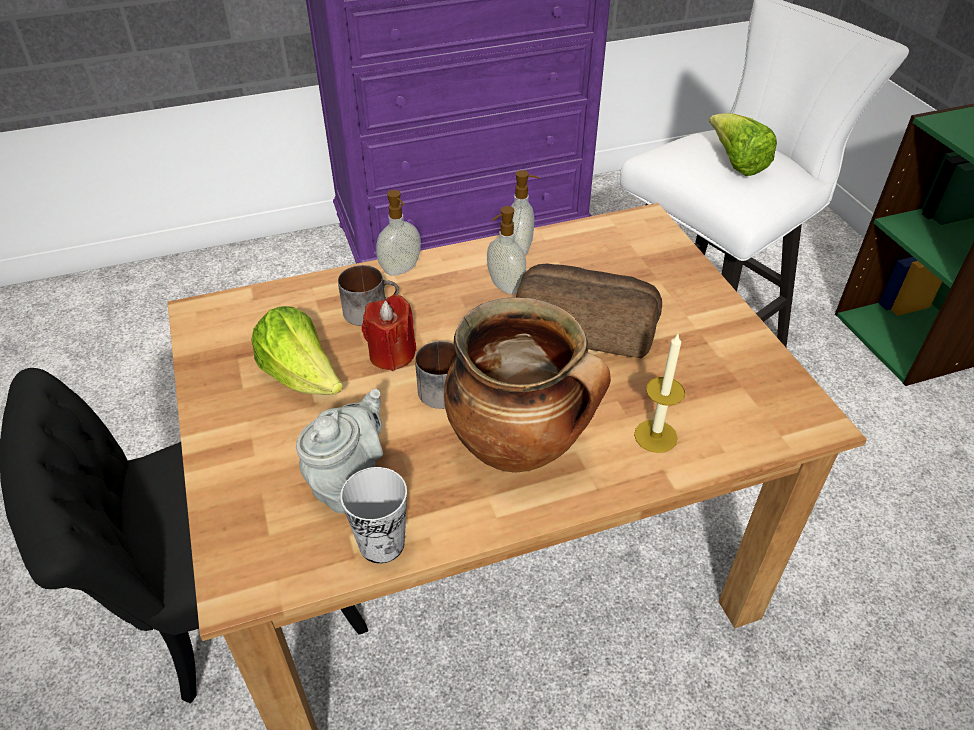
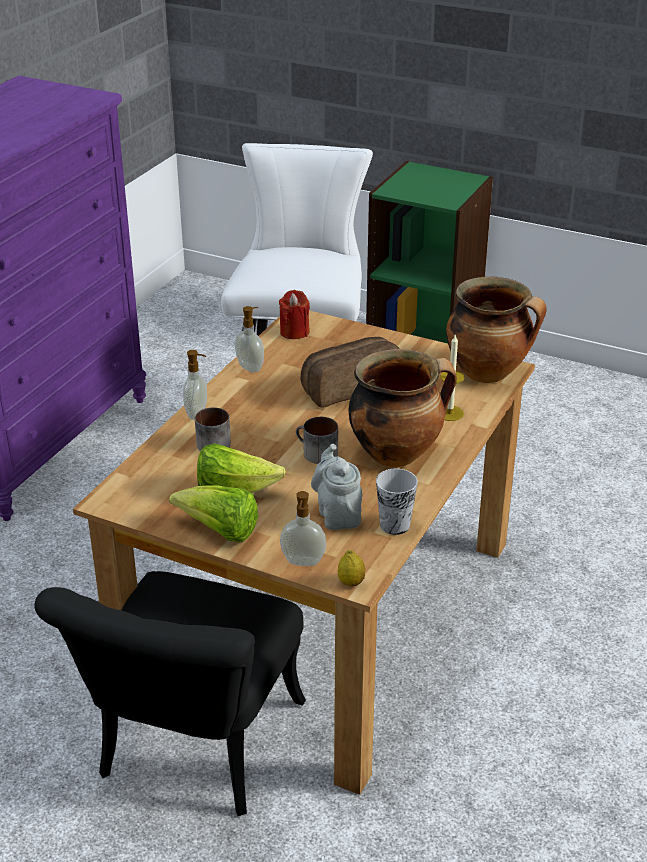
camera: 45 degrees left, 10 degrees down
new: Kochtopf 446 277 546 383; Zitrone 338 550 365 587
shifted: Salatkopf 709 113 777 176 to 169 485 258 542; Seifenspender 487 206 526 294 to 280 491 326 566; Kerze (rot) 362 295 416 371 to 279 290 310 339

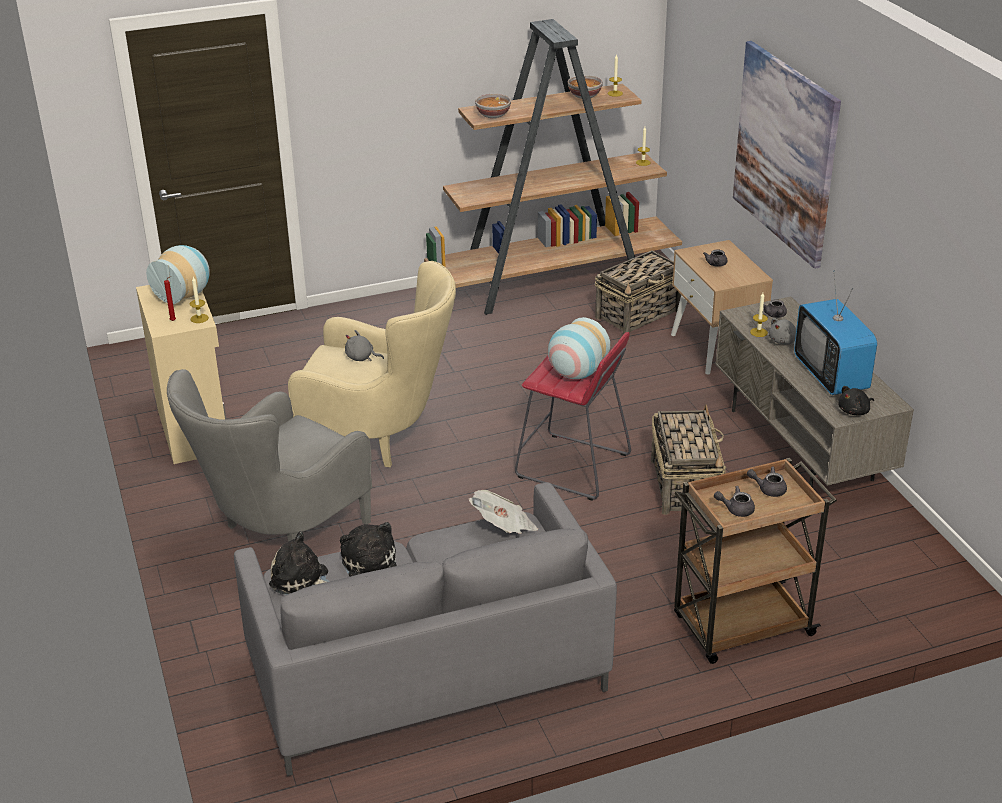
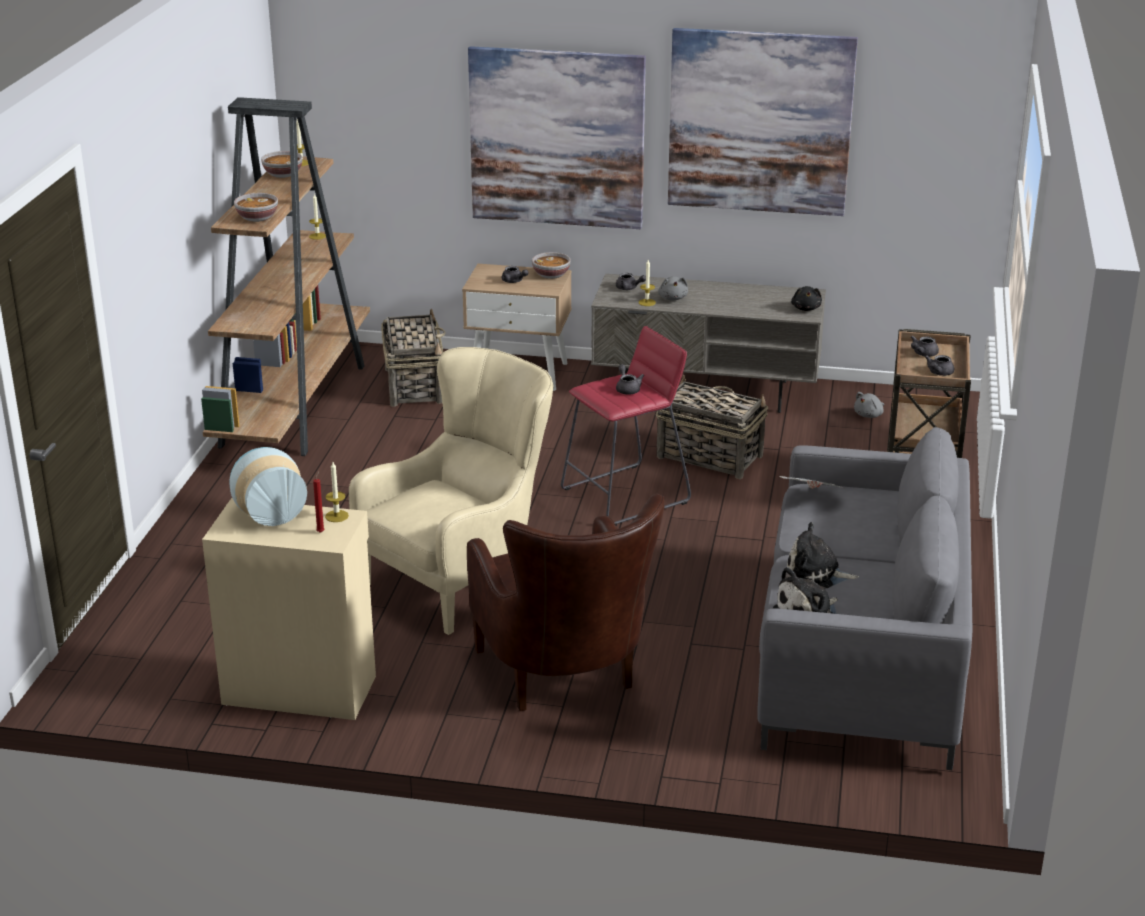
camera: 60 degrees left, 5 degrees down
gone: Fernseher 794 273 877 395
new: Bild 668 28 858 216; Schüssel 532 252 571 279
shifted: Plüschtier (grau) 345 330 384 361 to 854 392 884 418
swapped: Vase 548 317 610 379 to Teekanne (grau) 616 364 644 395
repainted: Sessel (grau) 167 369 372 541 to Sessel (braun) 467 494 665 711

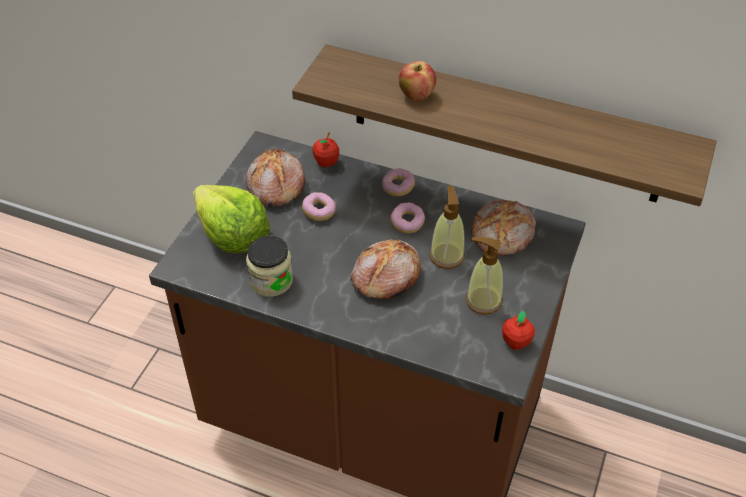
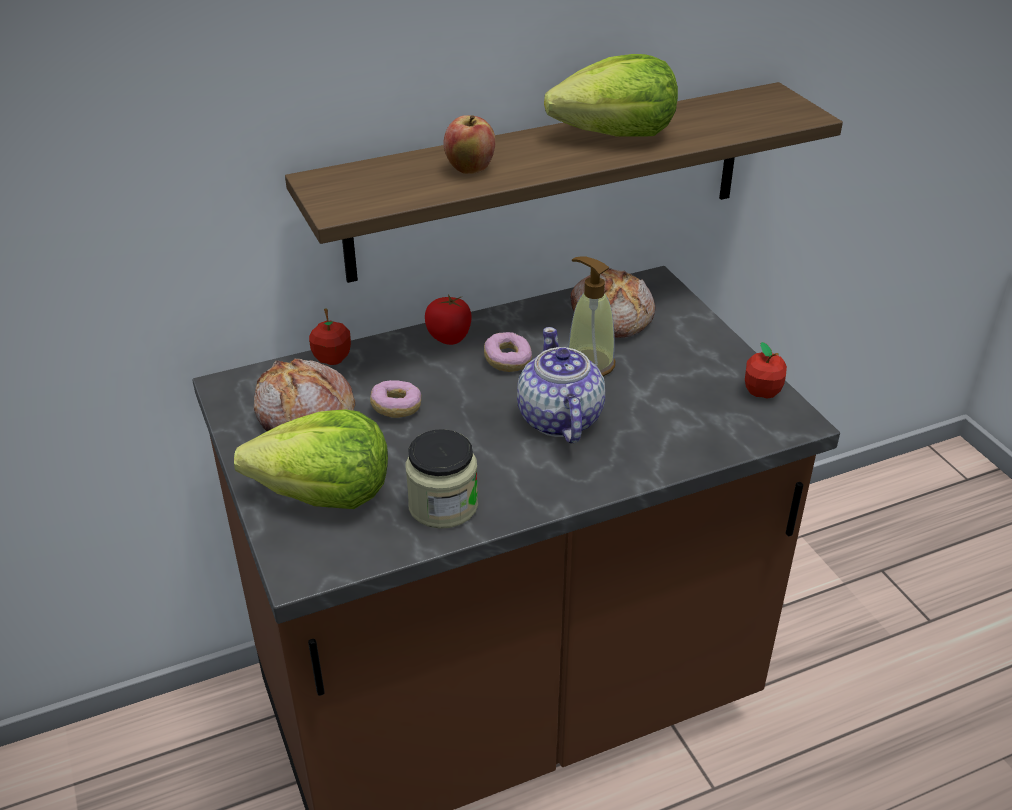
camera: 45 degrees left, 10 degrees down
gone: Seifenspender 466 237 503 315
new: Salatkopf 544 54 678 137
swapped: Donut 382 168 415 197 to Tomate 425 294 472 345; Brot 351 239 421 299 to Teekanne 517 327 605 444

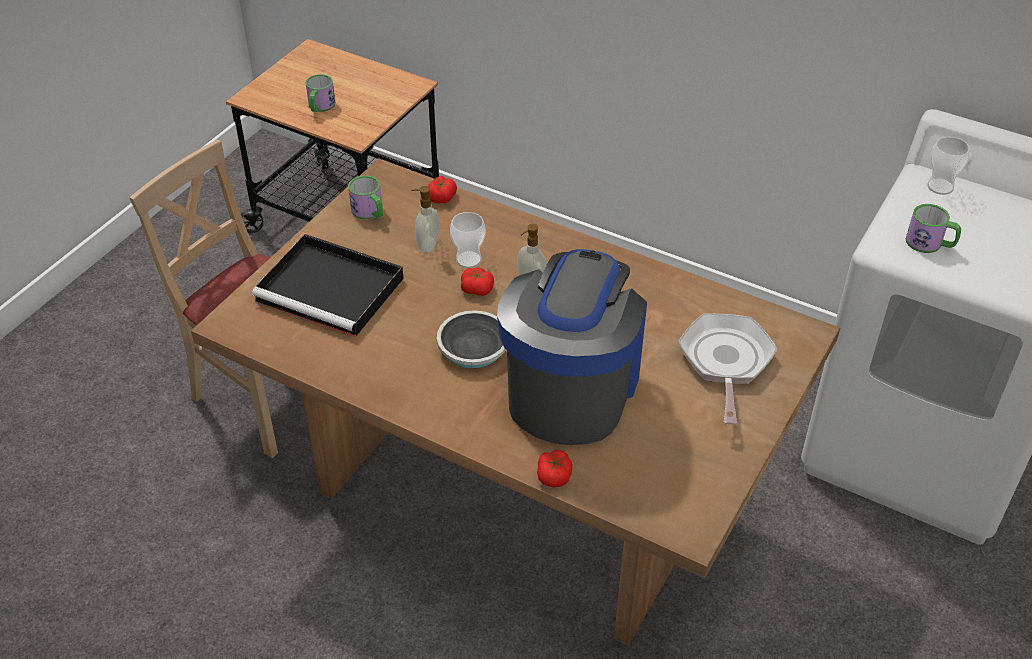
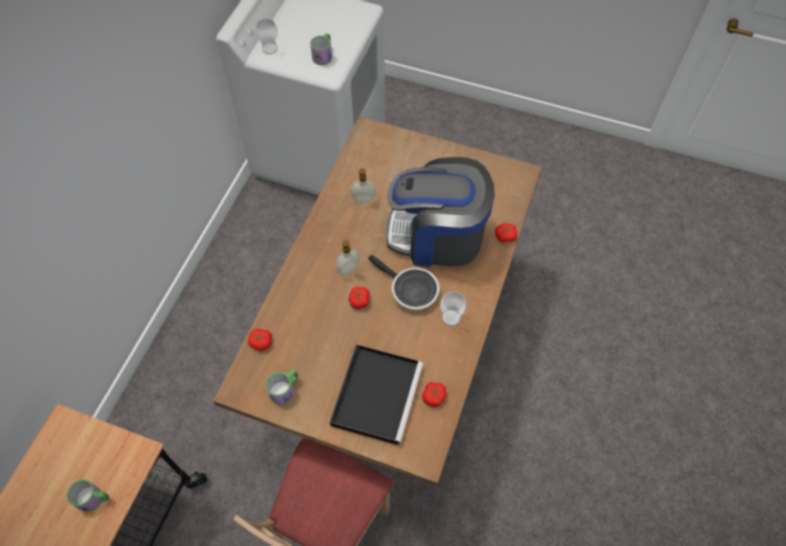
camera: 100 degrees left, 15 degrees up
gone: Pfanne 678 313 777 425
new: Tomate 422 382 446 407
shifted: Seifenspender 411 186 439 253 to 350 168 377 204; Tasse 450 212 486 268 to 440 291 466 326

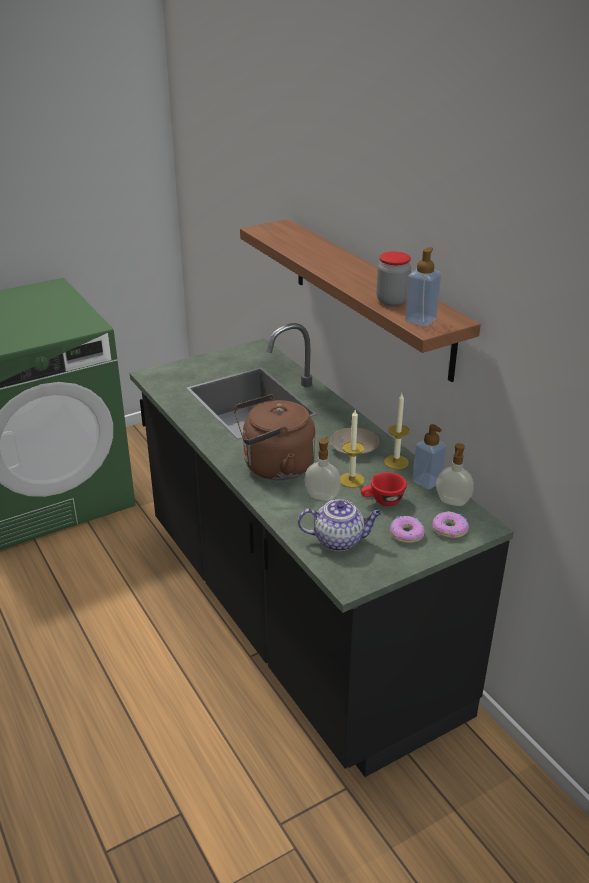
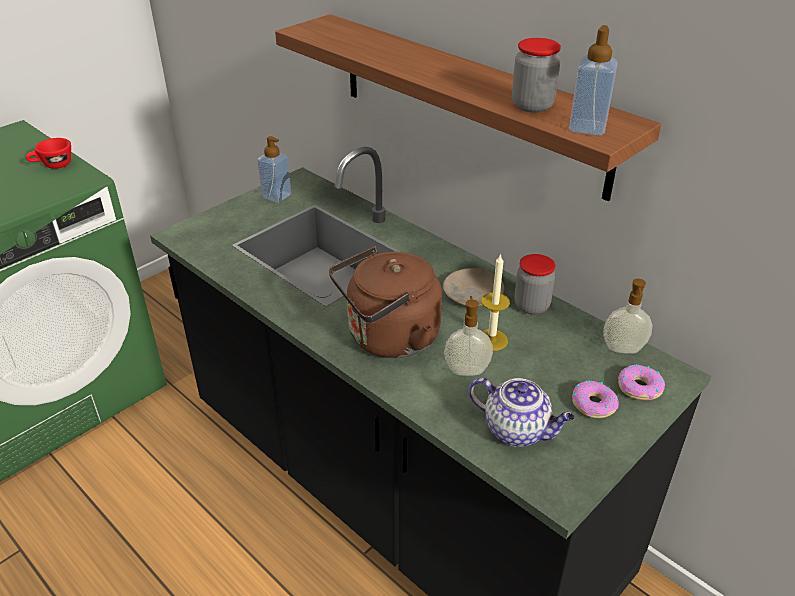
camera: 15 degrees left, 5 degrees up
shifted: Seifenspender 412 424 447 490 to 257 136 291 203; Tasse (rot) 361 472 407 506 to 26 138 71 169
swapped: Kerze 384 393 410 469 to Vorratsglas 514 254 556 315
rotated: Teekanne 298 499 382 551 = 469 377 575 447 45 degrees clockwise

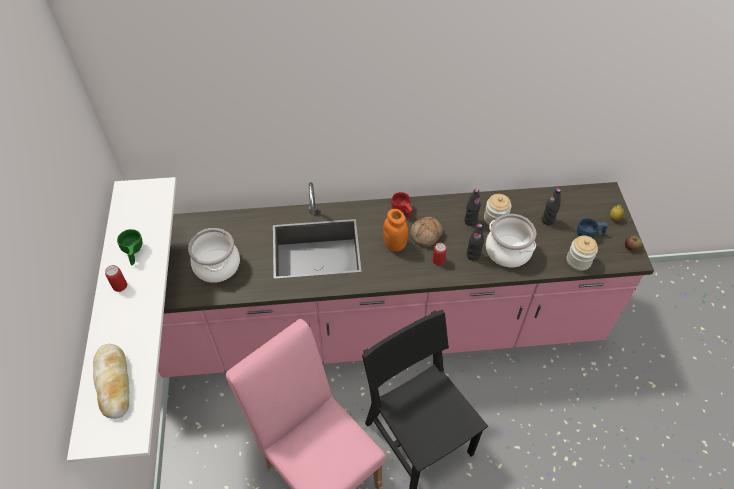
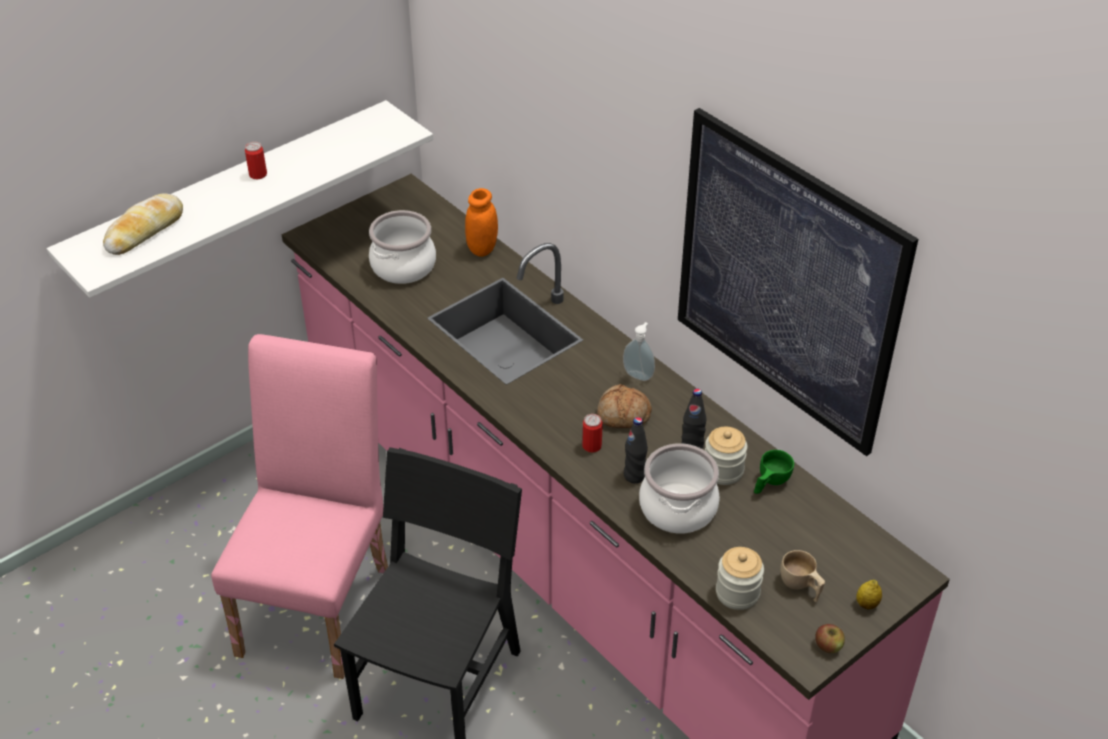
camera: 55 degrees right, 10 degrees down
gone: Flasche (schwarz) 542 188 561 225
new: Bild 678 108 918 456
shifted: Vorratsglas (orange) 383 209 408 252 to 465 188 498 257; Tasse (grün) 117 229 142 266 to 754 450 794 494
swapped: Tasse (rot) 391 192 412 220 to Seifenspender 623 322 655 381
repainted: Tasse (blau) 577 218 608 238 to Tasse (beige) 780 550 825 602

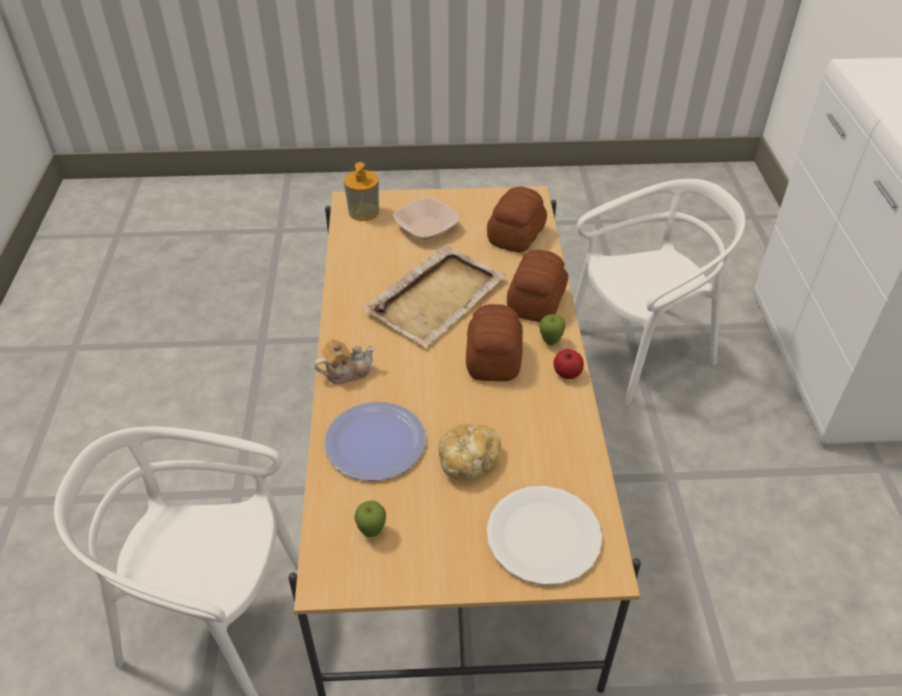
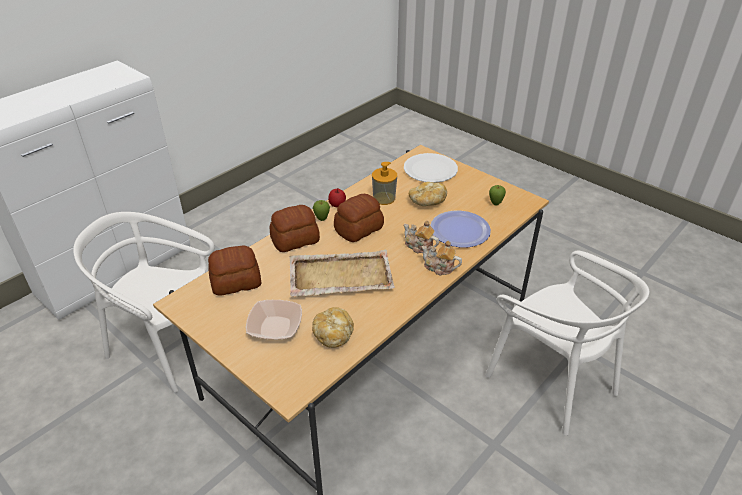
camera: 135 degrees left, 5 degrees down
new: Teekanne 404 221 439 253; Brot 312 307 354 348
shifted: Seifenspender 344 162 379 221 to 372 162 397 205

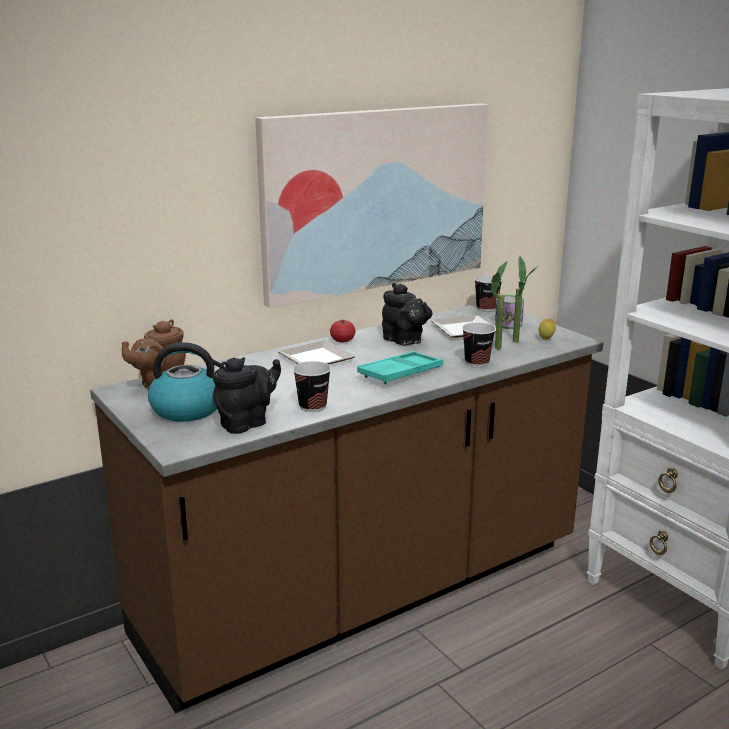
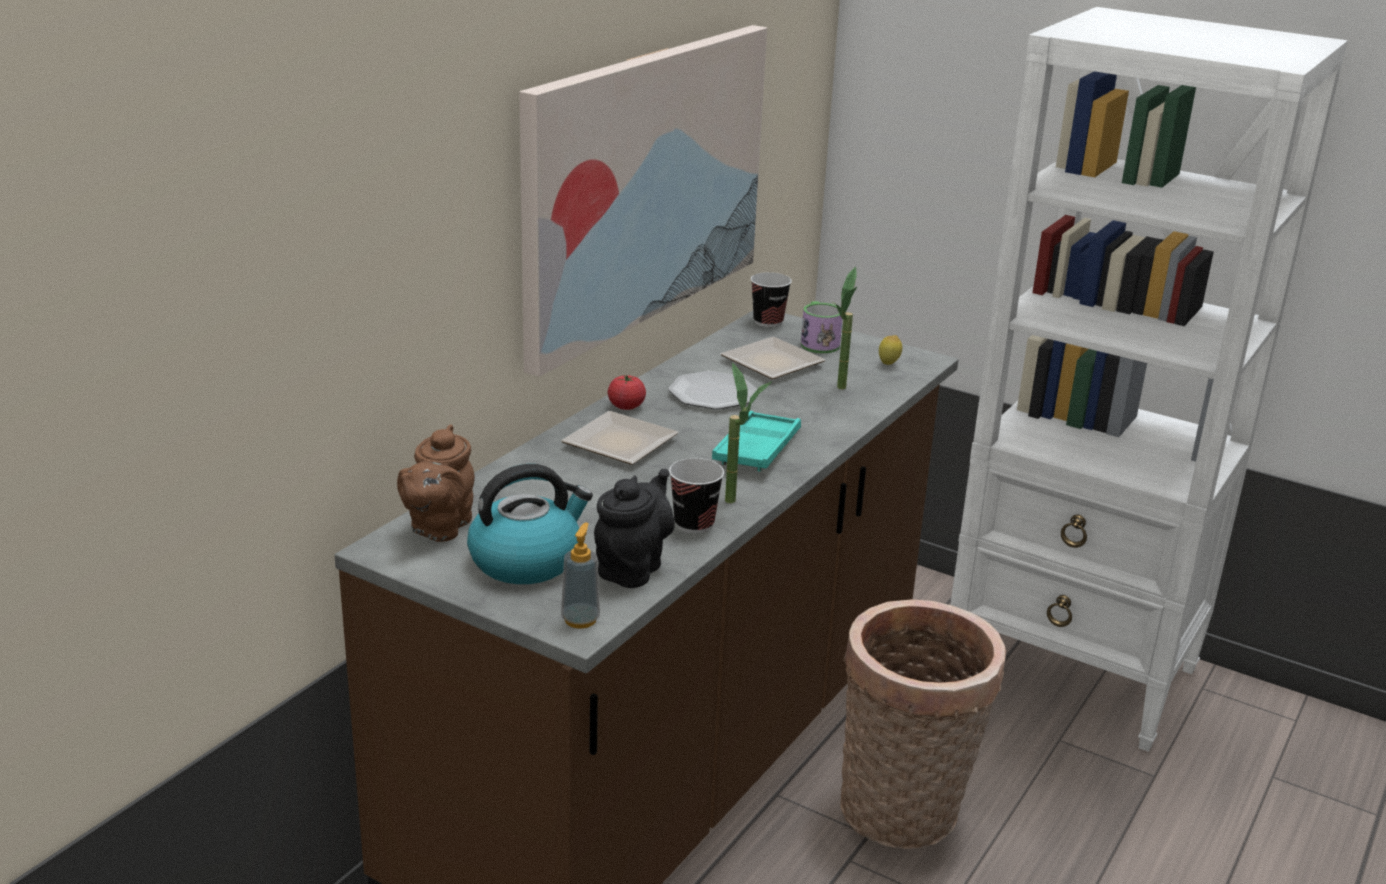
camera: 25 degrees left, 5 degrees up
gone: Tasse 462 323 496 367
new: Seifenspender 561 523 600 629; Korb 840 599 1006 849
shifted: Topfpflanze 513 256 537 343 to 725 363 772 503
swapped: Teekanne (schwarz) 382 283 432 345 to Teller 668 371 757 410

